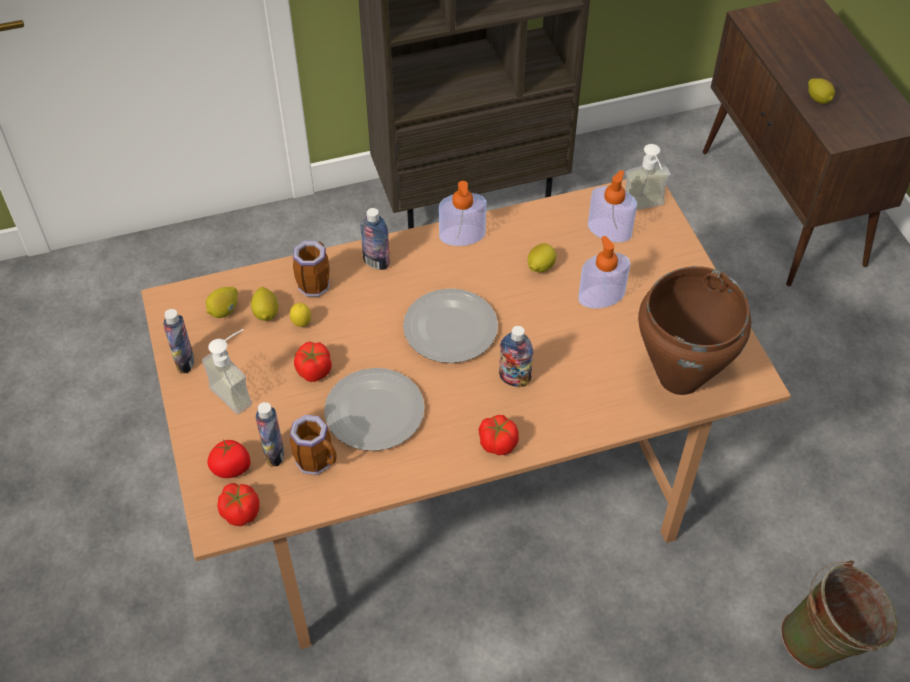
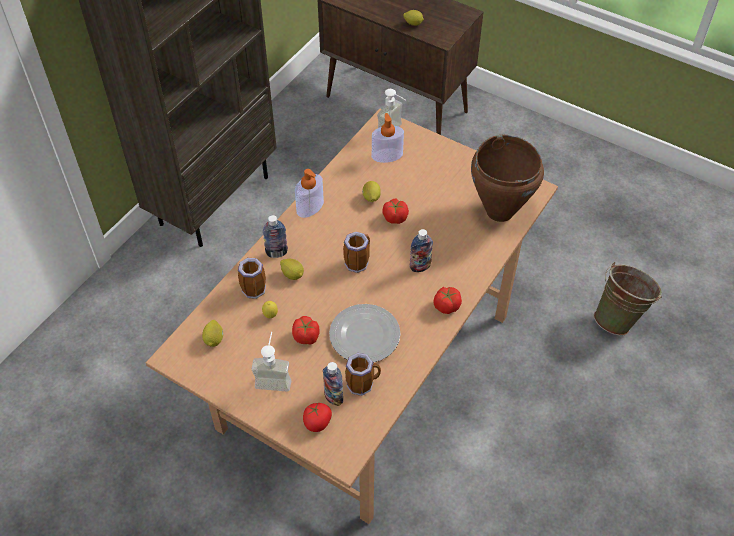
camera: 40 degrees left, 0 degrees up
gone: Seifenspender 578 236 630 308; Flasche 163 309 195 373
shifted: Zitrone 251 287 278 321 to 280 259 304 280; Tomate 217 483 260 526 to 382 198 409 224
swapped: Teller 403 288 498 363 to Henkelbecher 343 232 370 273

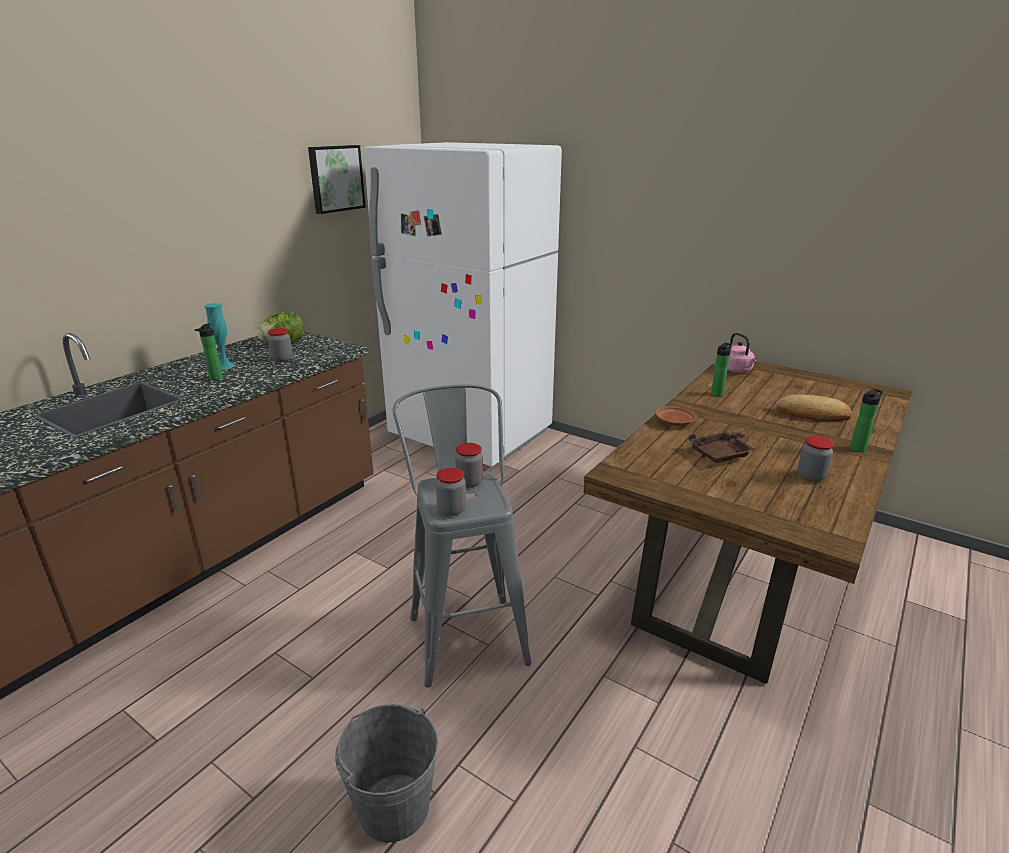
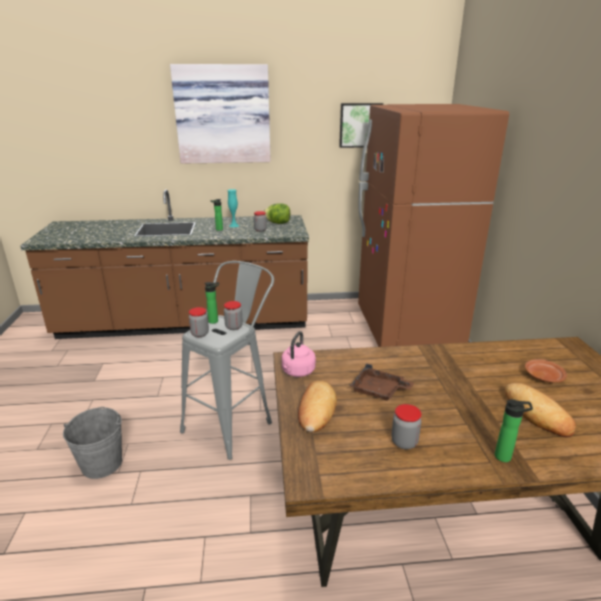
camera: 50 degrees right, 0 degrees up
new: Bild 170 64 271 164; Brot 298 381 337 432
shifted: Wasserkessel (rosa) 727 333 757 373 to 282 331 316 377; Flasche 711 343 732 397 to 204 282 219 324; Teller (braun) 655 406 697 426 to 525 359 567 383
repainted: Kühlschrank (weiß) 364 142 562 467 to Kühlschrank (braun) 358 104 509 347

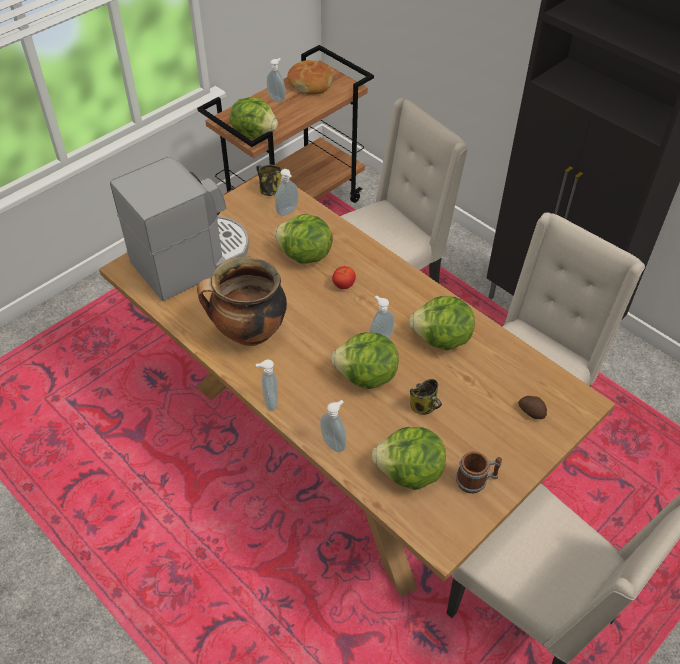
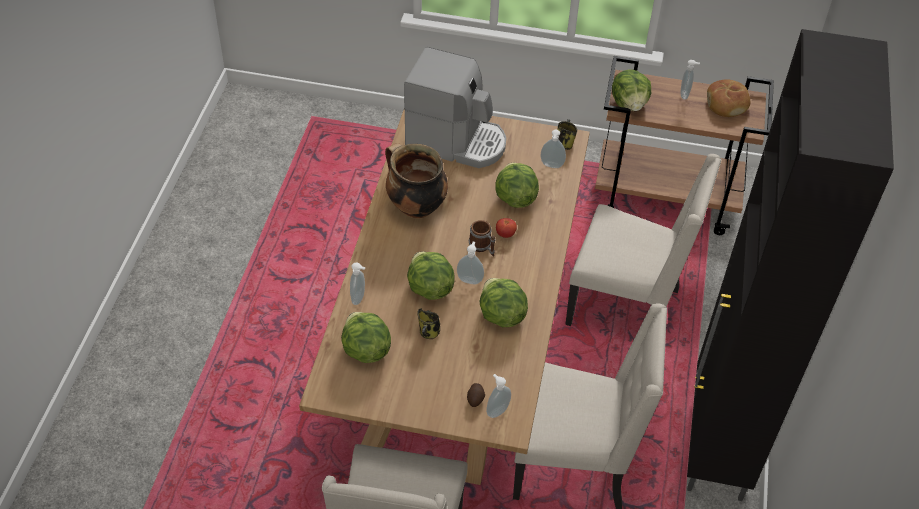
camera: 55 degrees right, 0 degrees up
shifted: Seifenspender 256 359 278 411 to 486 374 511 418; Henkelbecher 456 452 502 493 to 469 220 496 256

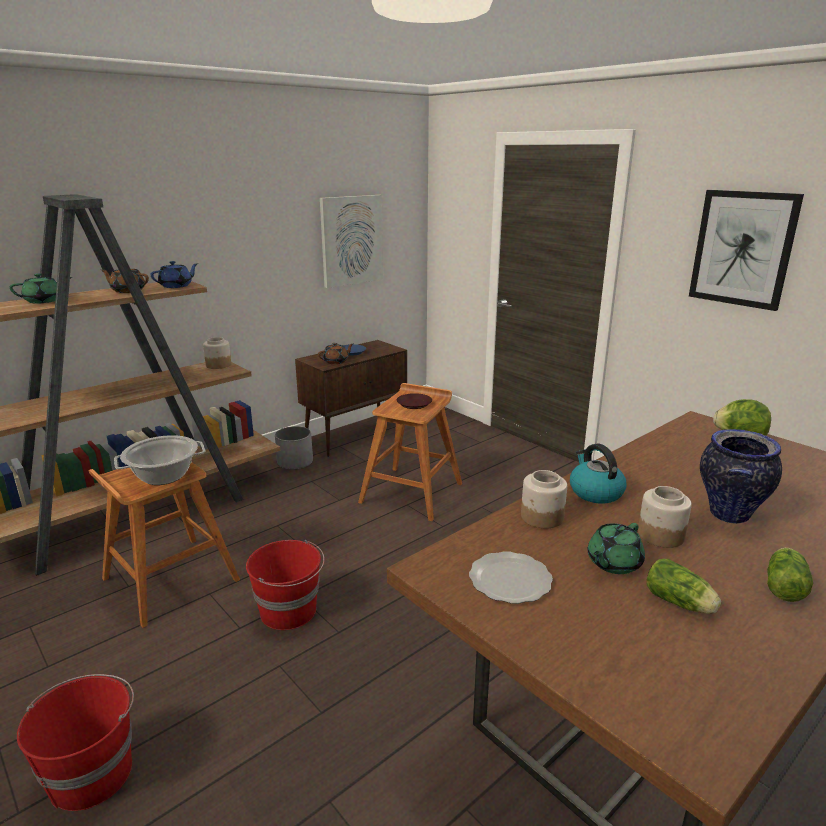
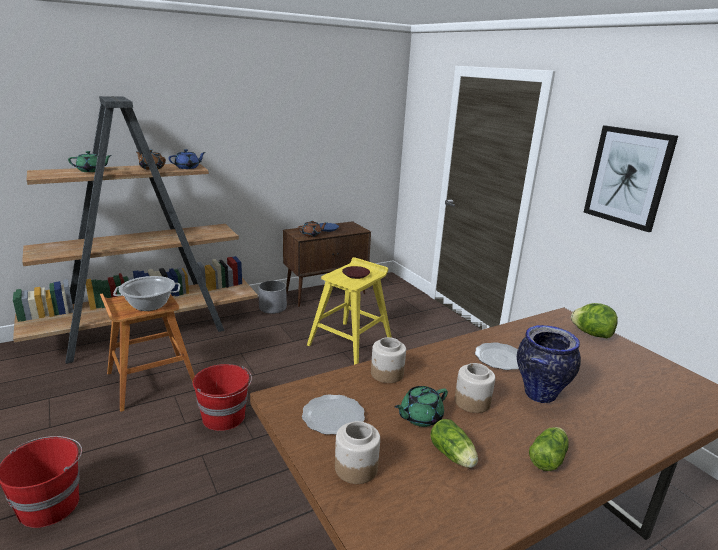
camera: 10 degrees right, 0 degrees up
gone: Bild 320 195 383 288; Wasserkessel 570 444 626 504
new: Teller 475 342 519 370
shifted: Vorratsglas 203 337 231 369 to 335 421 380 484
repainted: Hocker (braun) 358 383 462 521 to Hocker (gelb) 307 257 392 365

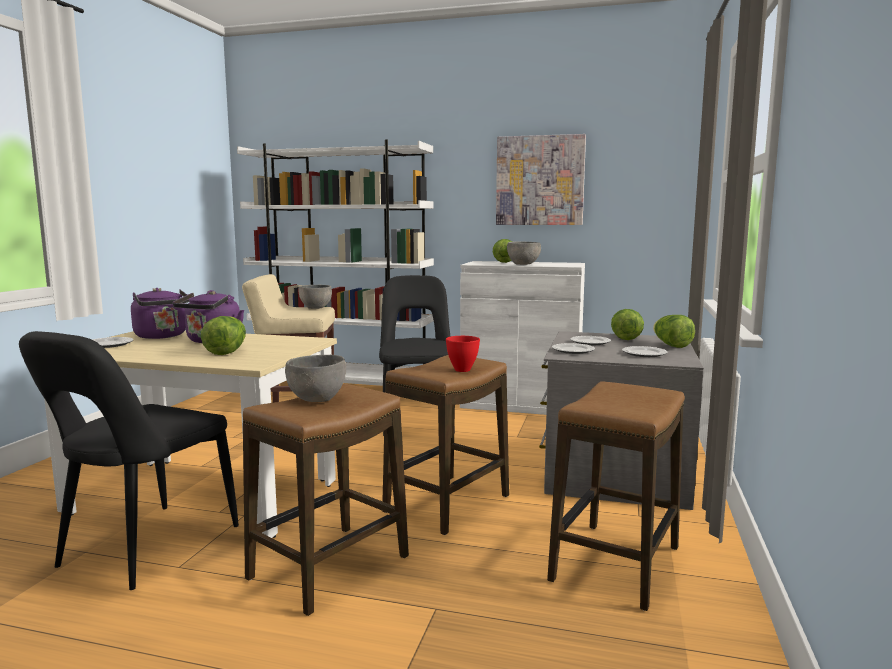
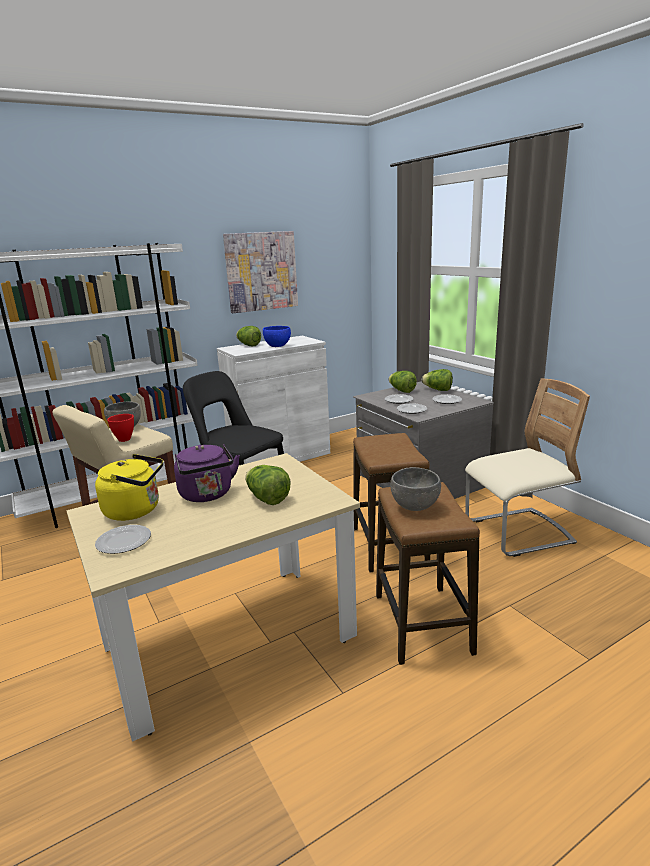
camera: 45 degrees left, 10 degrees up
gone: Stuhl (schwarz) 19 331 239 590
shifted: Schüssel (rot) 446 336 480 372 to 107 414 134 442
swapped: Hocker 547 381 685 611 to Stuhl (beige) 465 378 590 557
repainted: Schüssel (grau) 507 241 541 265 to Schüssel (blau) 263 326 291 347; Wasserkessel (lila) 131 288 190 339 to Wasserkessel (gelb) 95 454 164 521

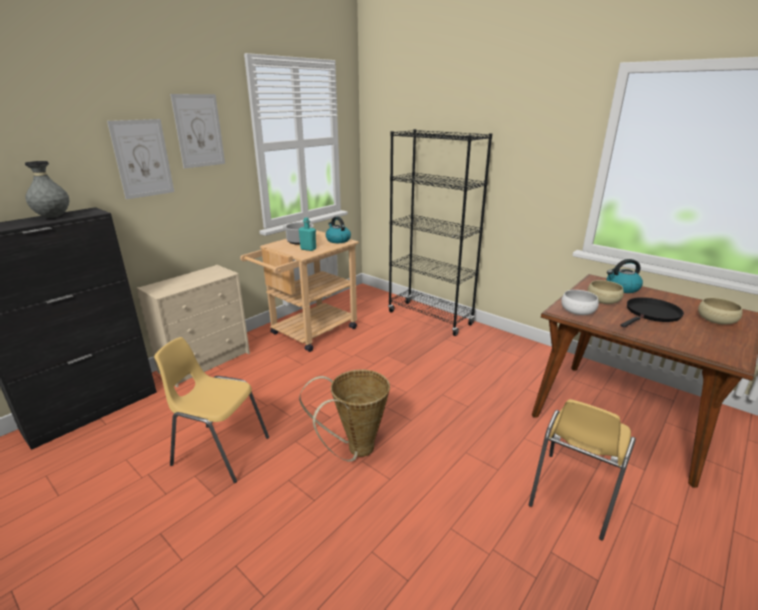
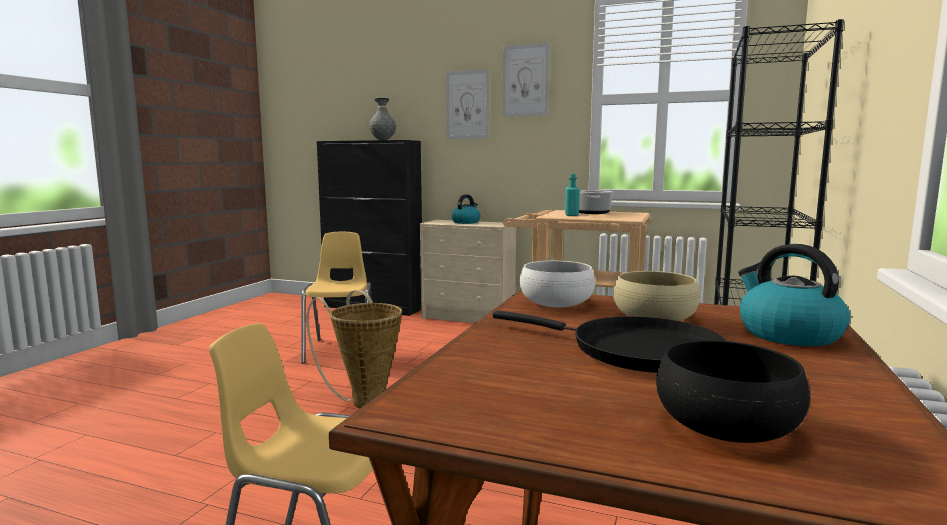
camera: 70 degrees right, 15 degrees down
shifted: Wasserkessel 326 216 351 243 to 451 194 481 224
repainted: Schüssel (beige) 698 298 743 325 to Schüssel (schwarz) 656 340 810 443

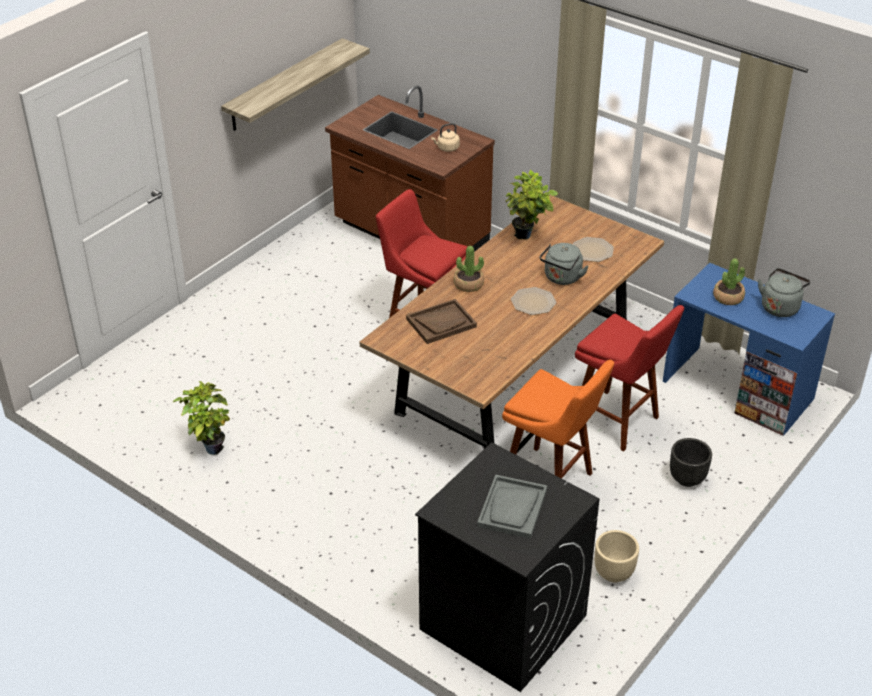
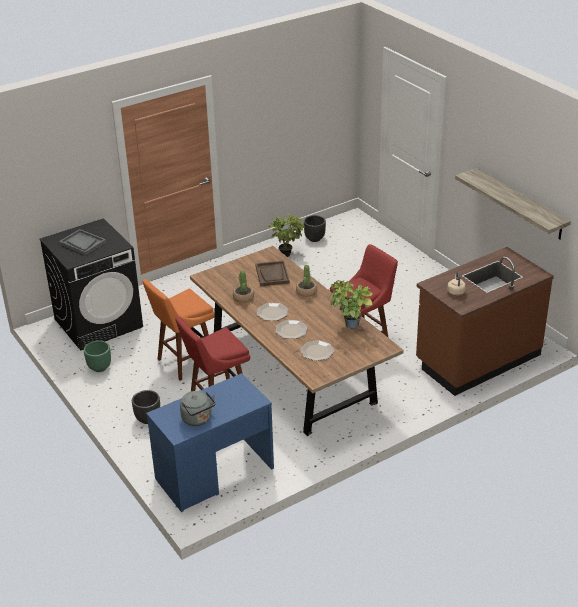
camera: 110 degrees right, 5 degrees down
new: Pflanzkübel (schwarz) 304 215 326 242
shifted: Topfpflanze 713 258 745 305 to 233 270 254 302
swapped: Wasserkessel (grau) 540 243 589 285 to Teller 275 320 308 339
repainted: Pflanzkübel (beige) 595 530 639 582 to Pflanzkübel (grün) 84 340 111 372

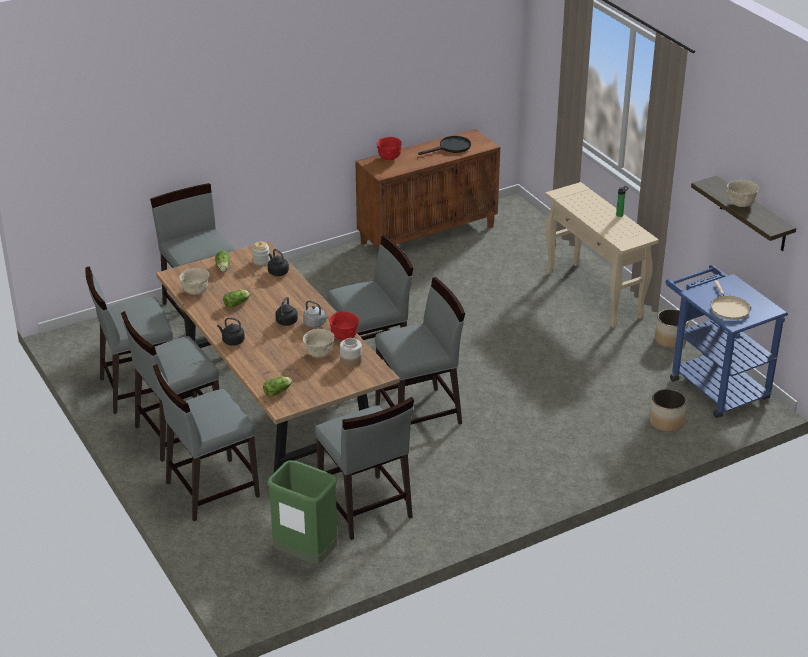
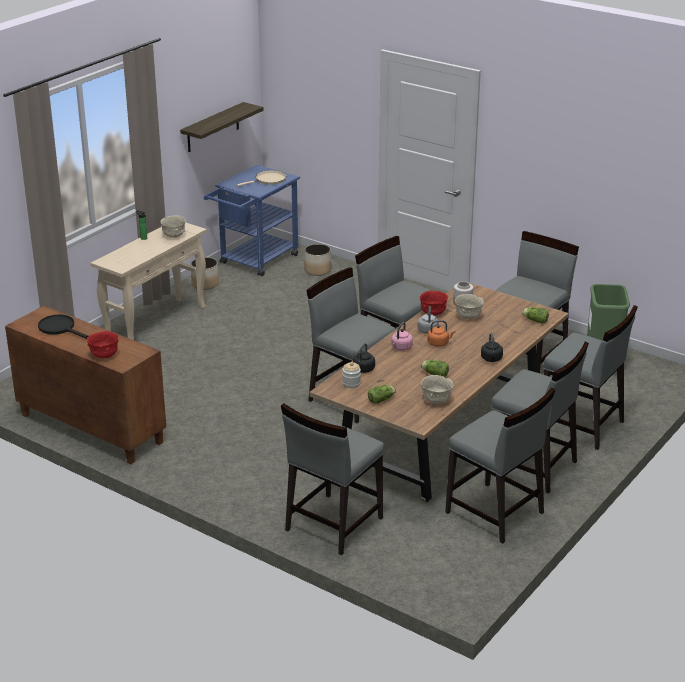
camera: 115 degrees left, 5 degrees down
new: Wasserkessel (rosa) 391 322 413 351
shifted: Schüssel (beige) 727 180 759 207 to 160 215 186 238
repainted: Wasserkessel (schwarz) 275 297 298 326 to Wasserkessel (orange) 427 320 456 347

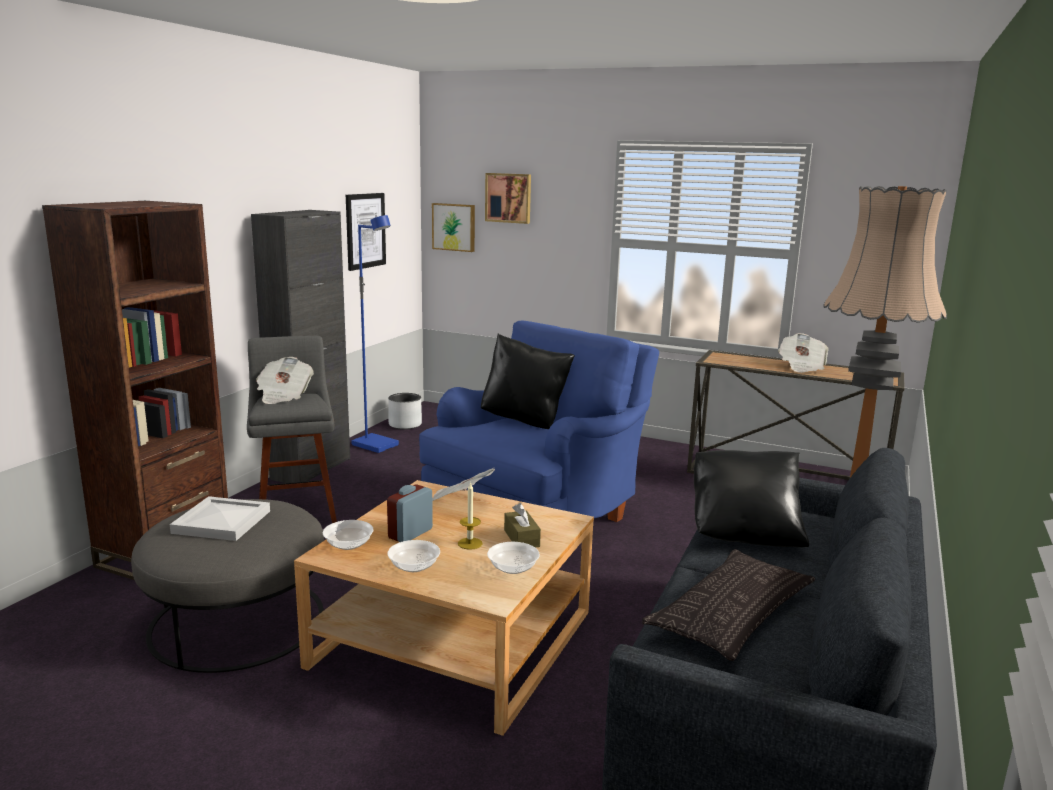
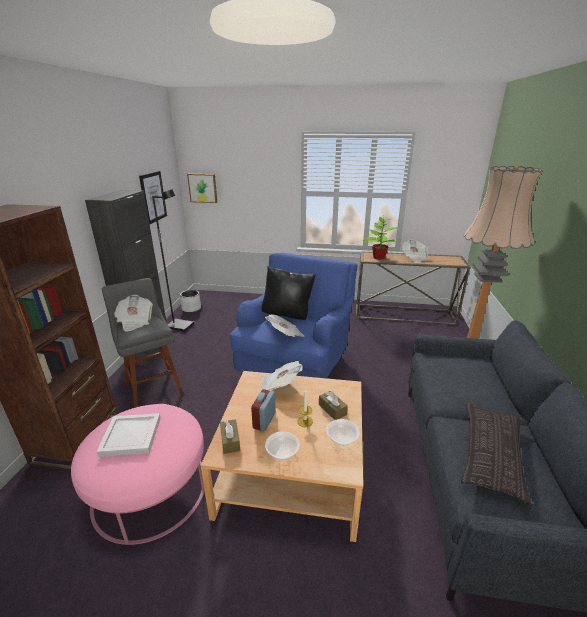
camera: 15 degrees left, 10 degrees up
gone: Bild 485 173 531 224; Kissen (schwarz) 694 450 809 547
new: Topfpflanze 363 217 397 260; Zeitung 265 315 305 337
swapped: Schüssel 323 520 374 550 to Taschentuchbox (braun) 220 419 240 454
repainted: Stehlampe (blau) 351 215 399 453 to Stehlampe (schwarz) 152 189 194 332; Polsterhocker (grau) 131 499 324 673 to Polsterhocker (rosa) 71 404 205 545

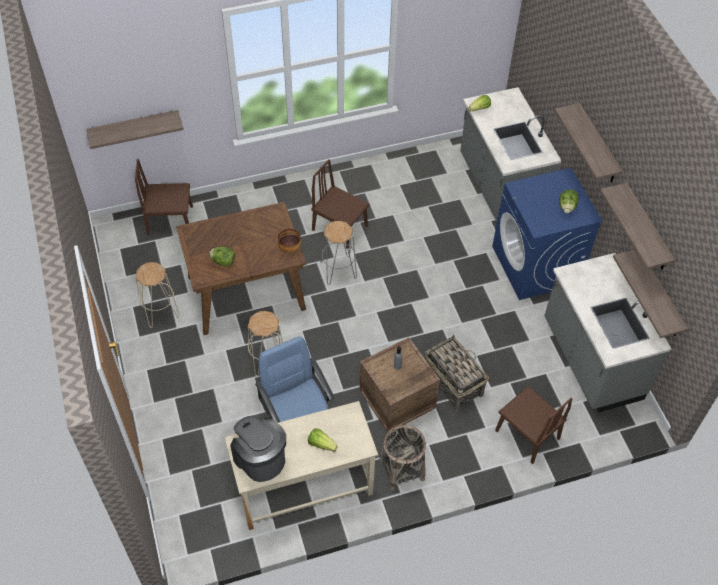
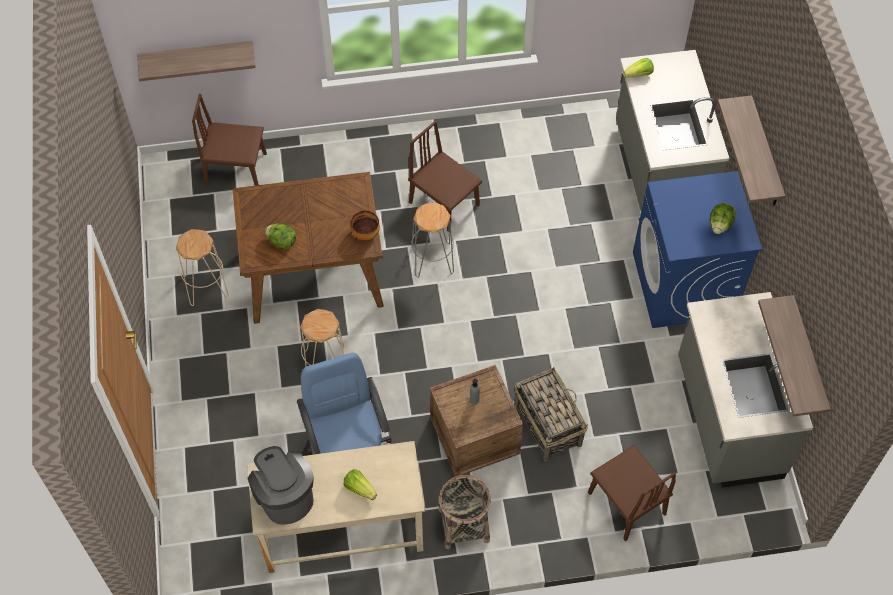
camera: 10 degrees right, 5 degrees up
gone: Wandregal 600 183 675 270

